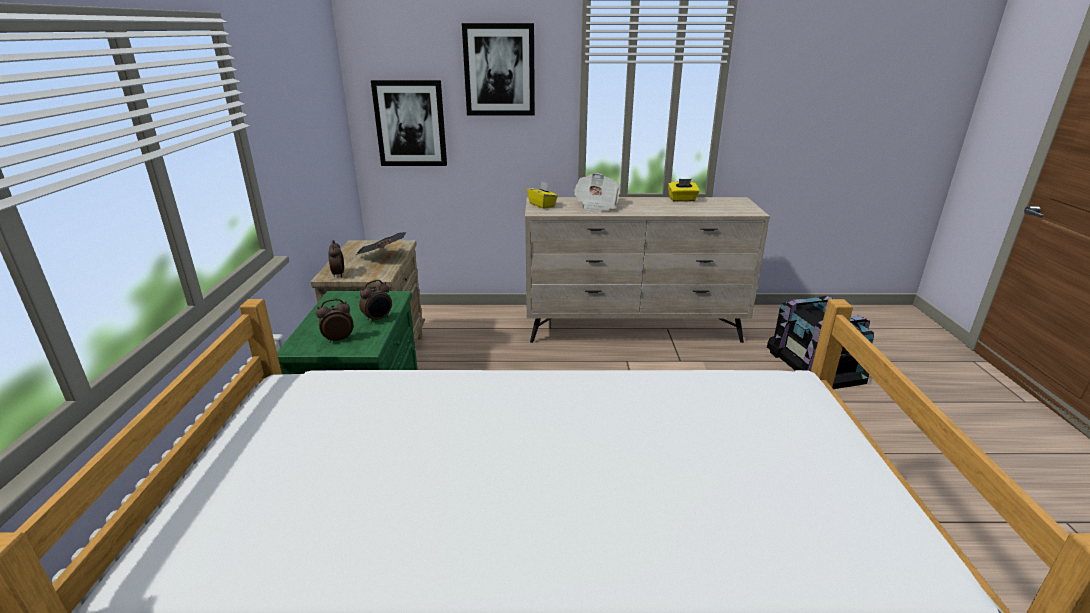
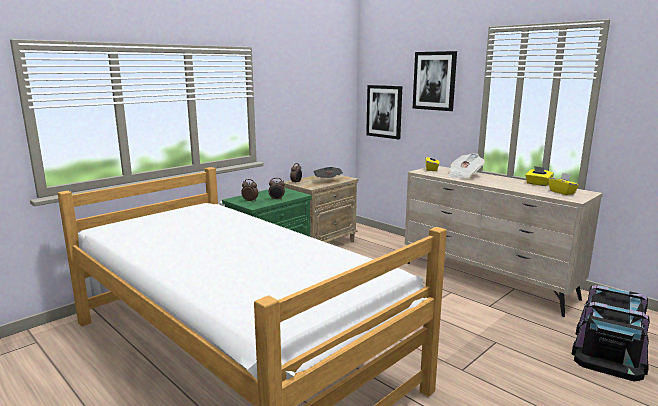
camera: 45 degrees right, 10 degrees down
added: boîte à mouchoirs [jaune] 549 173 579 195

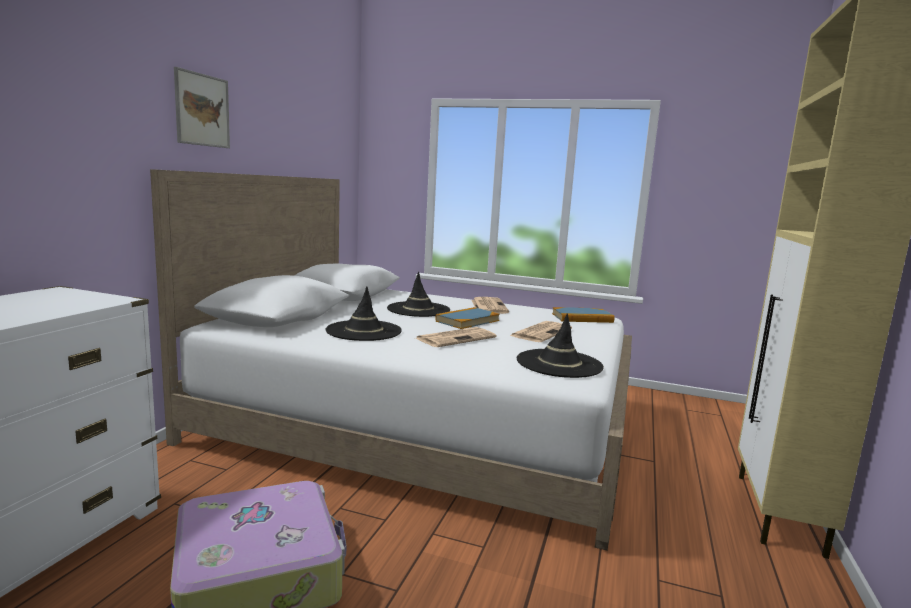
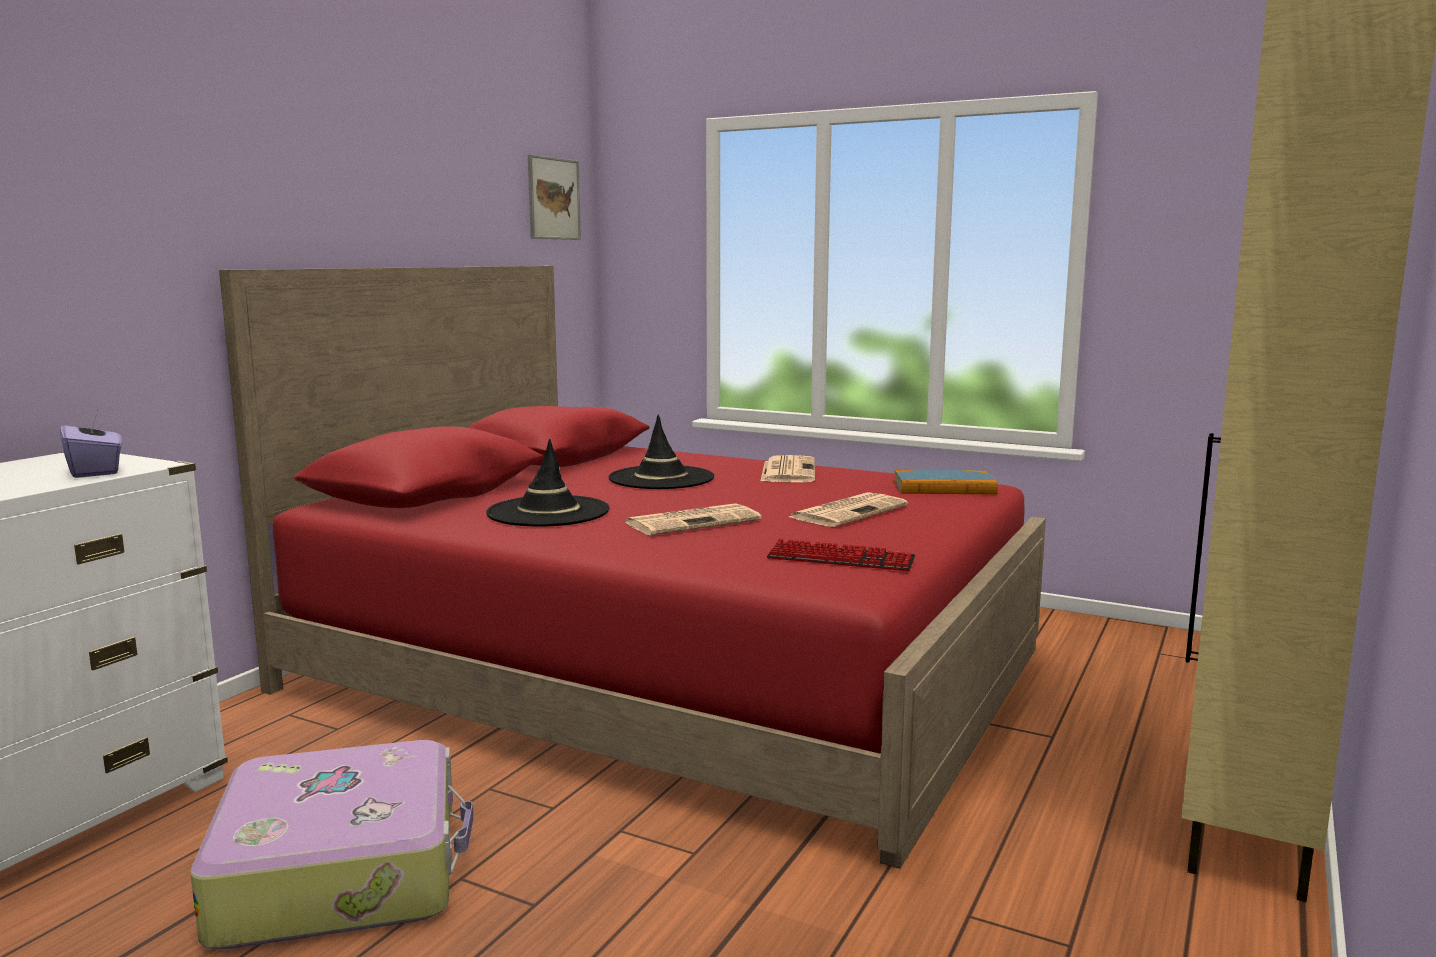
camera: 10 degrees right, 0 degrees up
removed: livre 435 307 500 329
added: boîte à mouchoirs [violet] 60 410 122 478
moved: tableau 174 67 230 148 to 528 154 581 240
replaced: chapeau [noir] 517 313 604 378 to clavier 767 539 915 571
recoloured: lit [blanc] 150 169 632 551 to lit [rouge] 219 266 1046 869

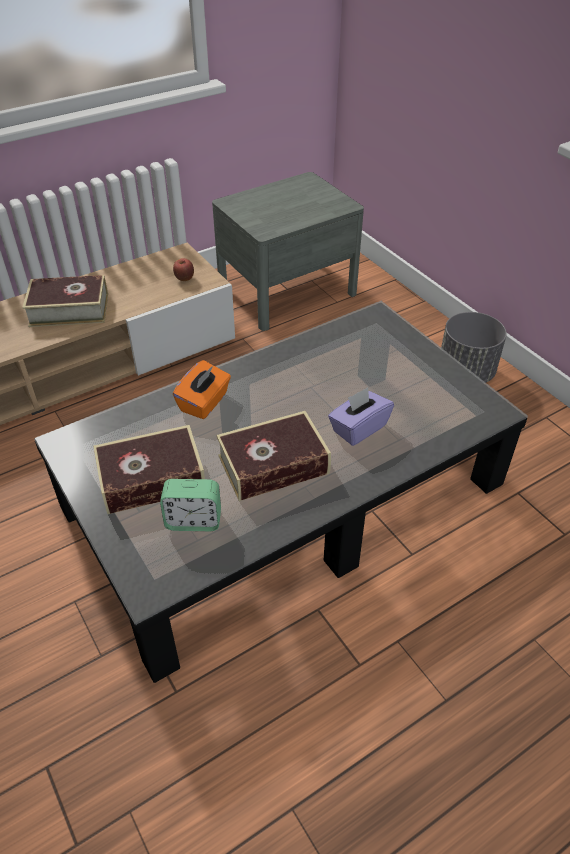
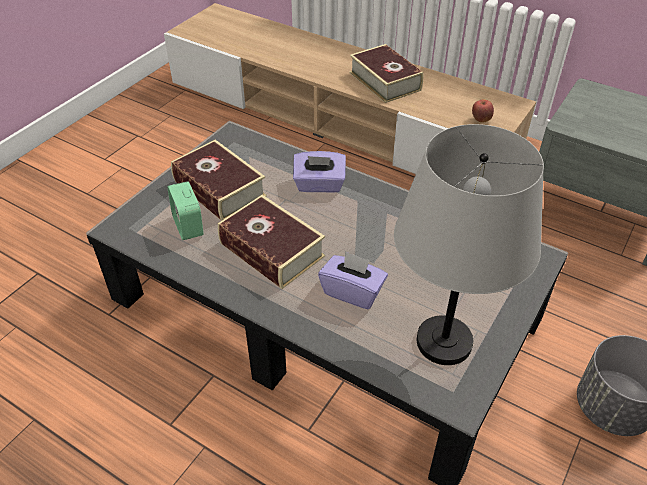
camera: 65 degrees right, 0 degrees up
added: lampe de table [gris] 394 124 544 365
recoloured: boîte à mouchoirs [orange] 173 360 231 419 to boîte à mouchoirs [violet] 293 151 346 193

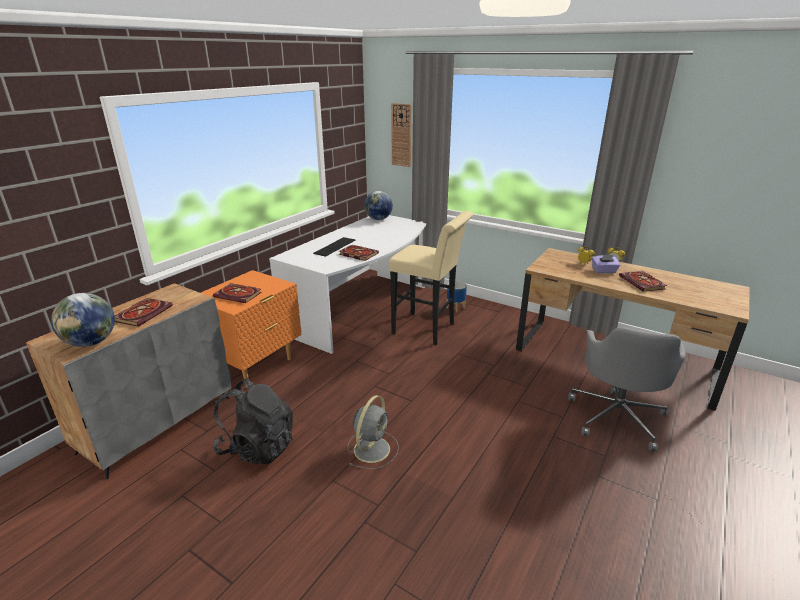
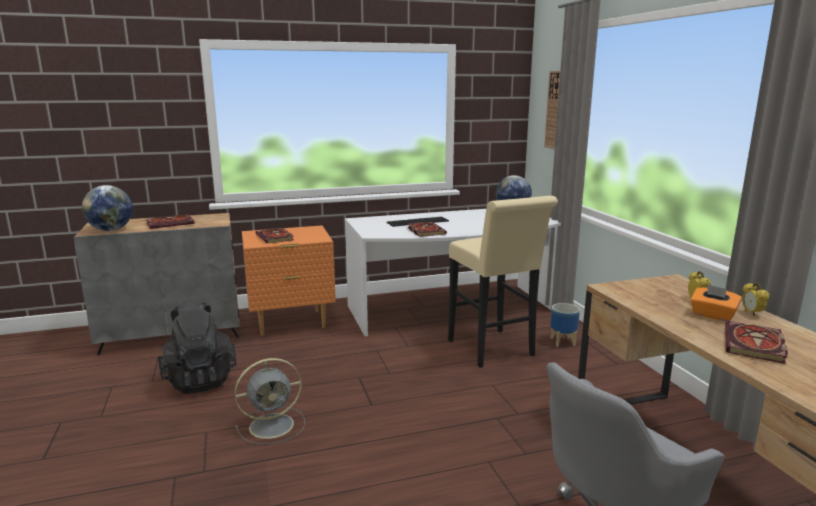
camera: 40 degrees right, 10 degrees down
recoloured: boîte à mouchoirs [violet] 592 255 620 273 to boîte à mouchoirs [orange] 690 284 742 322

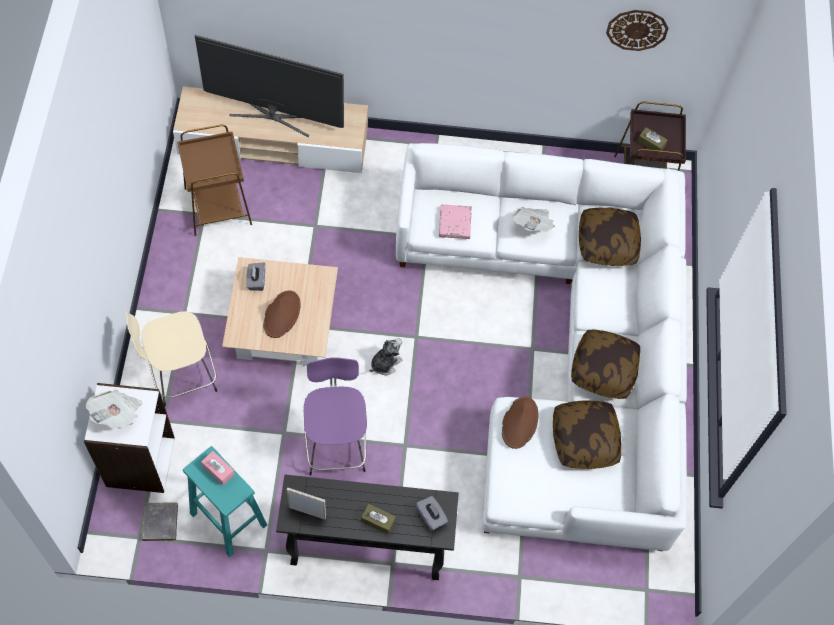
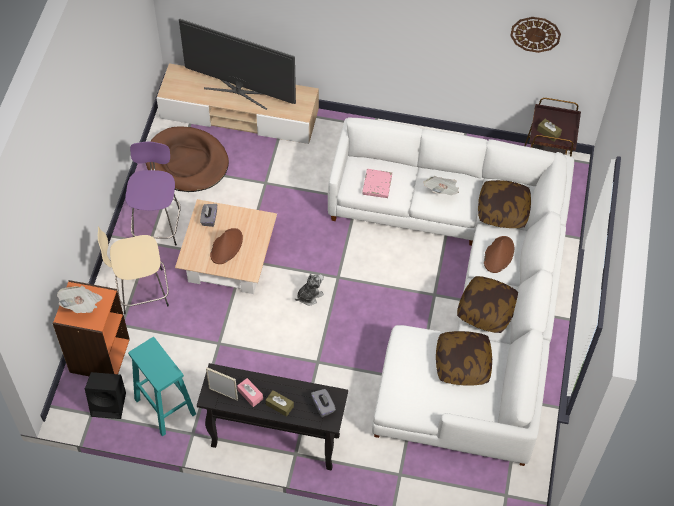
camera: 10 degrees right, 5 degrees down
moved: tabouret [violet] 304 357 367 475 to 125 142 181 246; boîte à mouchoirs [rose] 201 451 235 485 to 237 378 263 407; chapeau [marron] 502 396 538 449 to 484 236 514 273
replaced: livre [gris] 141 502 178 541 to enceinte [noir] 85 372 126 419; table d'appoint [marron] 177 125 252 236 to panier pour chien [marron] 146 126 229 192
recoloured: bibliothèque [blanc] 84 383 175 493 to bibliothèque [orange] 53 280 130 376

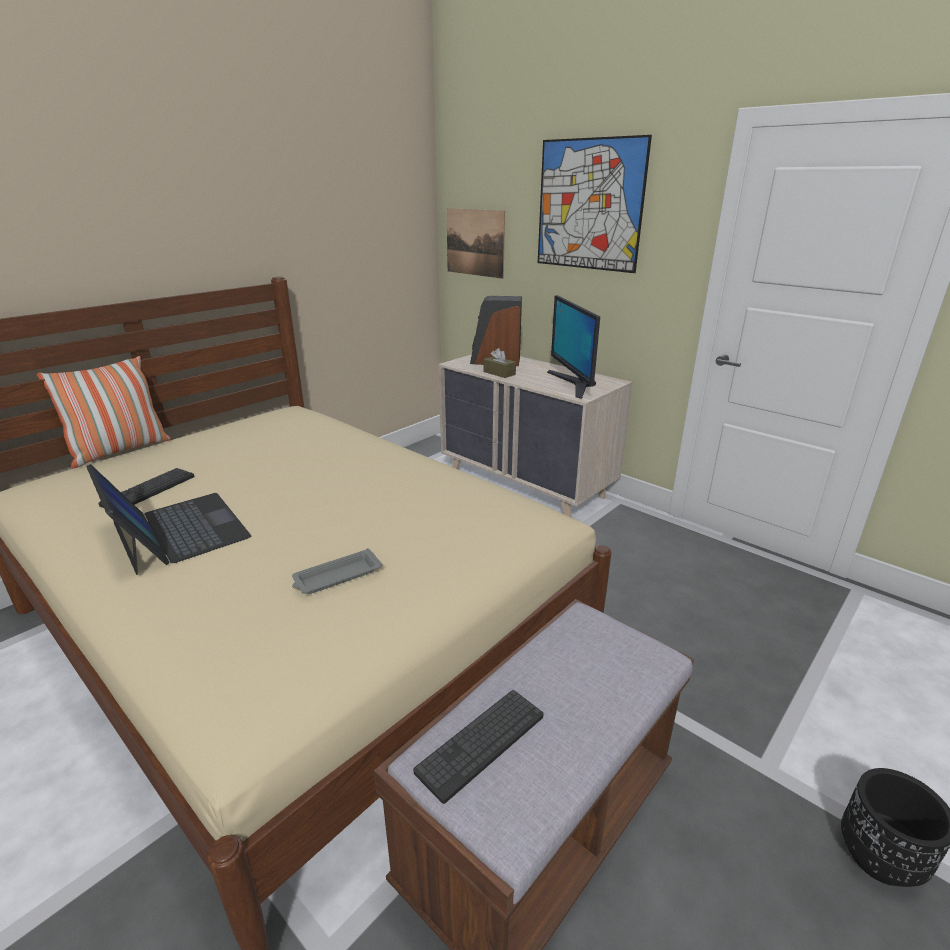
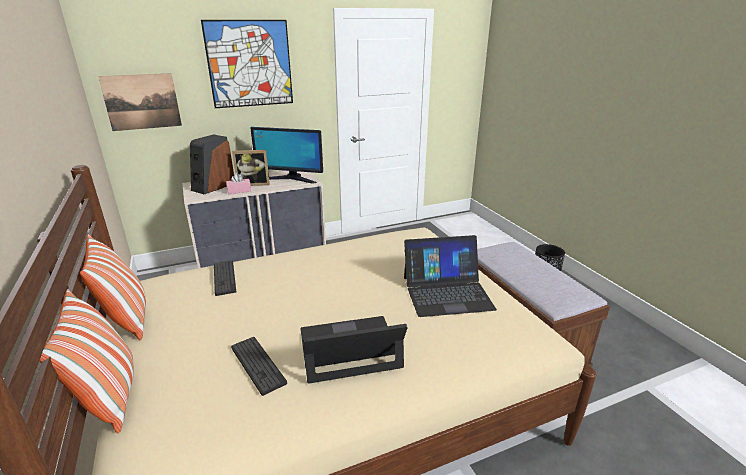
camera: 65 degrees left, 0 degrees up
added: coussin 80 234 146 340; cadre photo 232 150 270 186
moved: clavier 413 690 544 804 to 214 260 236 296
replaced: plateau [gris] 292 548 382 594 to ordinateur portable 404 235 497 317
recoloured: boîte à mouchoirs [marron] 483 348 516 378 to boîte à mouchoirs [rose] 226 173 251 194

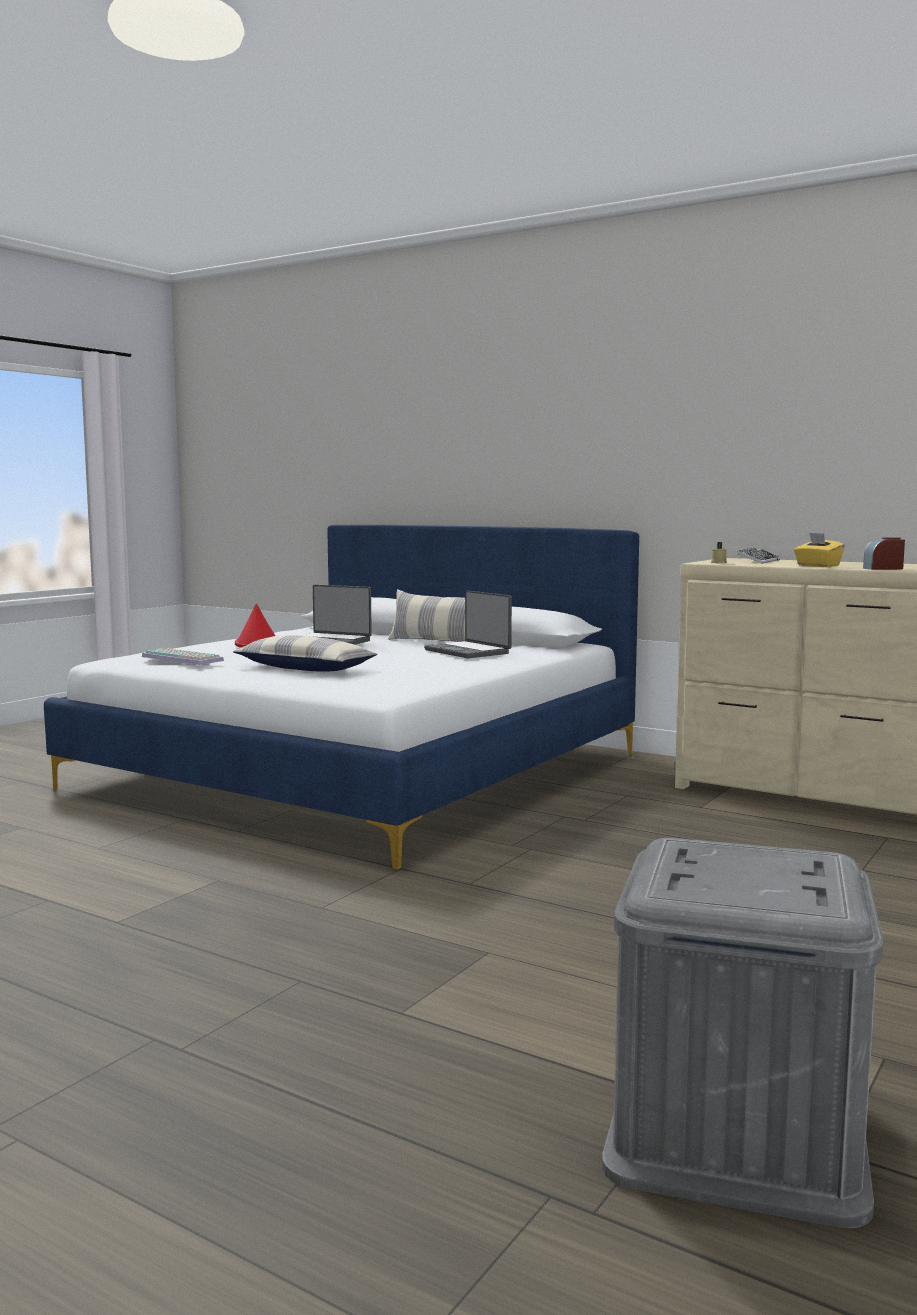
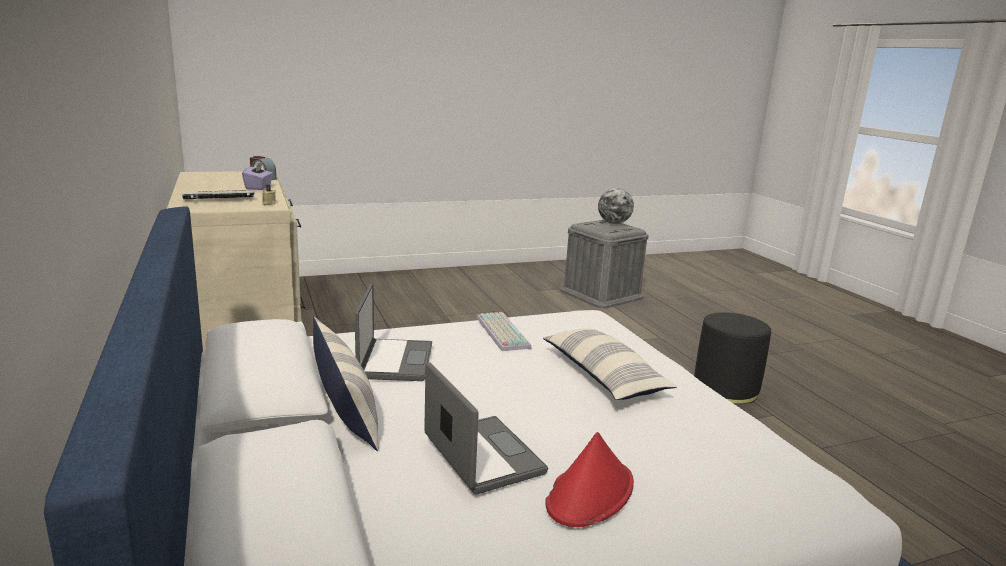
camera: 145 degrees left, 10 degrees up
added: globe 598 188 634 224; pouf [noir] 694 312 771 405
moved: clavier 142 648 224 665 to 477 312 532 351
recoloured: boîte à mouchoirs [jaune] 794 533 845 567 to boîte à mouchoirs [violet] 242 161 273 190

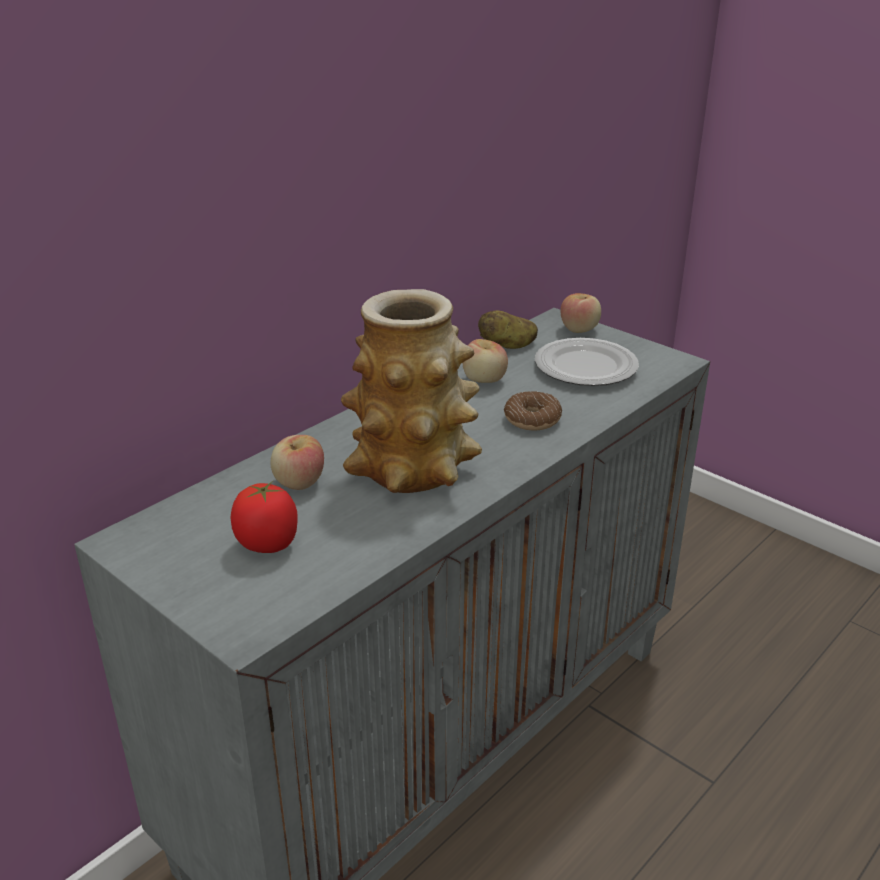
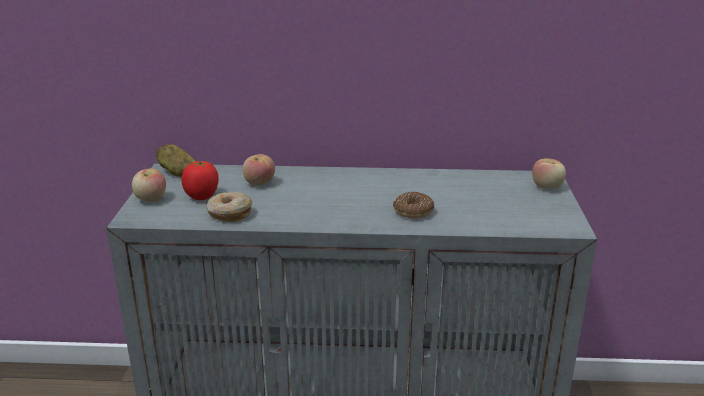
camera: 50 degrees right, 5 degrees down
removed: vase 341 289 482 493; assiette 535 338 639 386
added: beignet 206 192 253 222
moved: pomme 463 339 508 383 to 132 168 166 202; pomme de terre 478 311 538 349 to 156 144 196 177

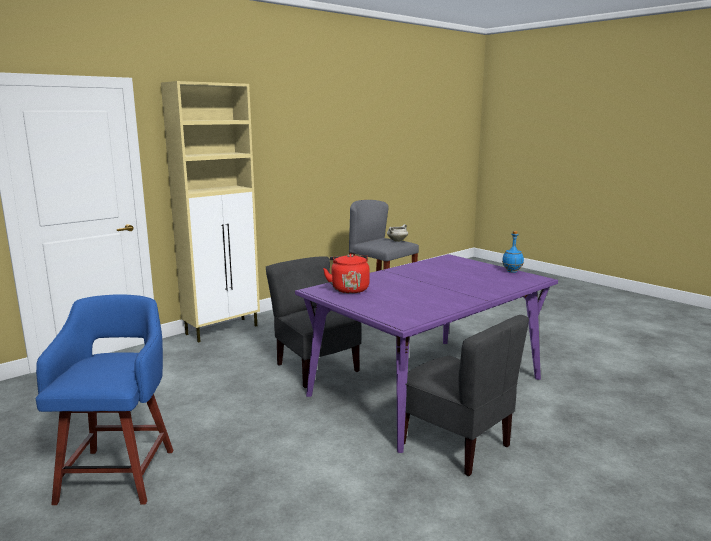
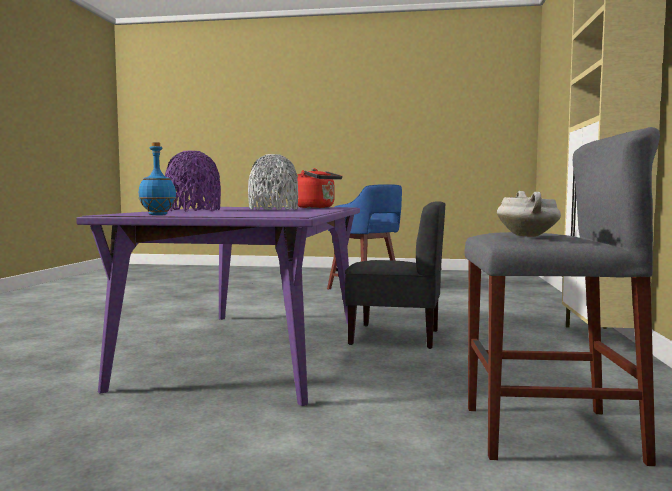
camera: 140 degrees right, 10 degrees down
removed: chaise [gris] 404 315 529 476
added: vase [violet] 165 151 221 212; vase [gris] 248 154 298 210

